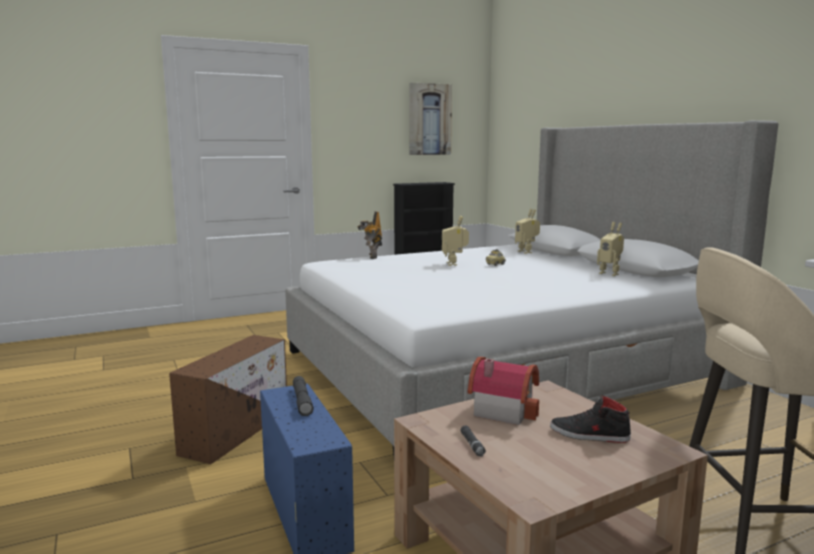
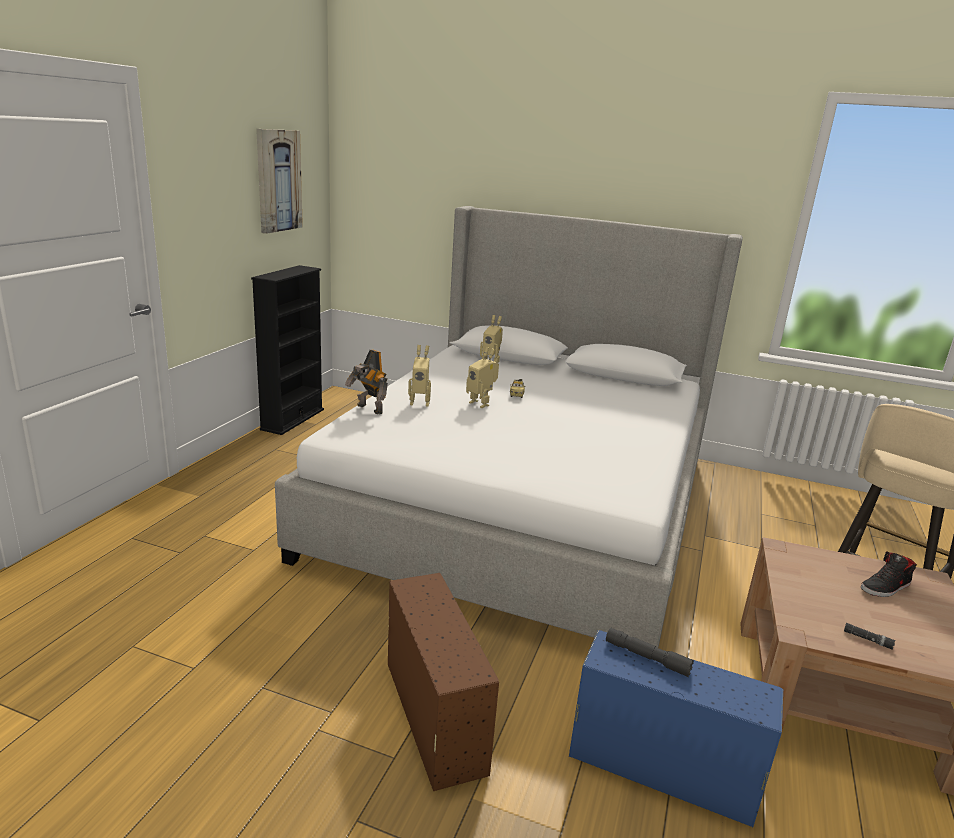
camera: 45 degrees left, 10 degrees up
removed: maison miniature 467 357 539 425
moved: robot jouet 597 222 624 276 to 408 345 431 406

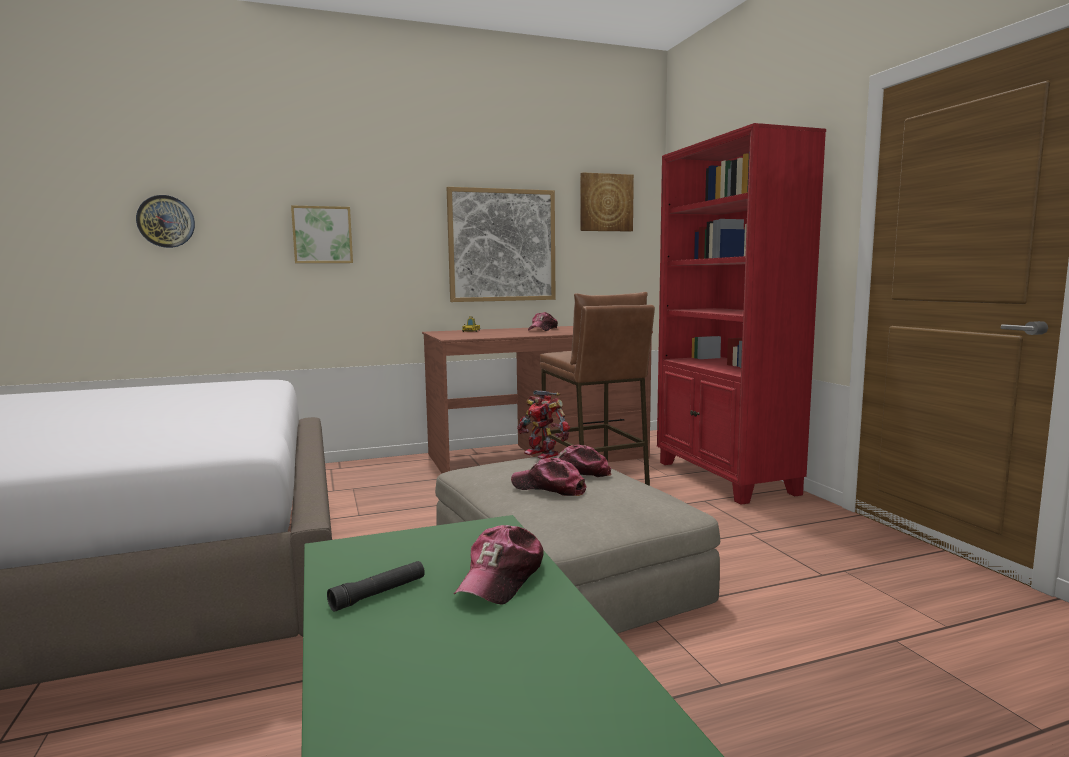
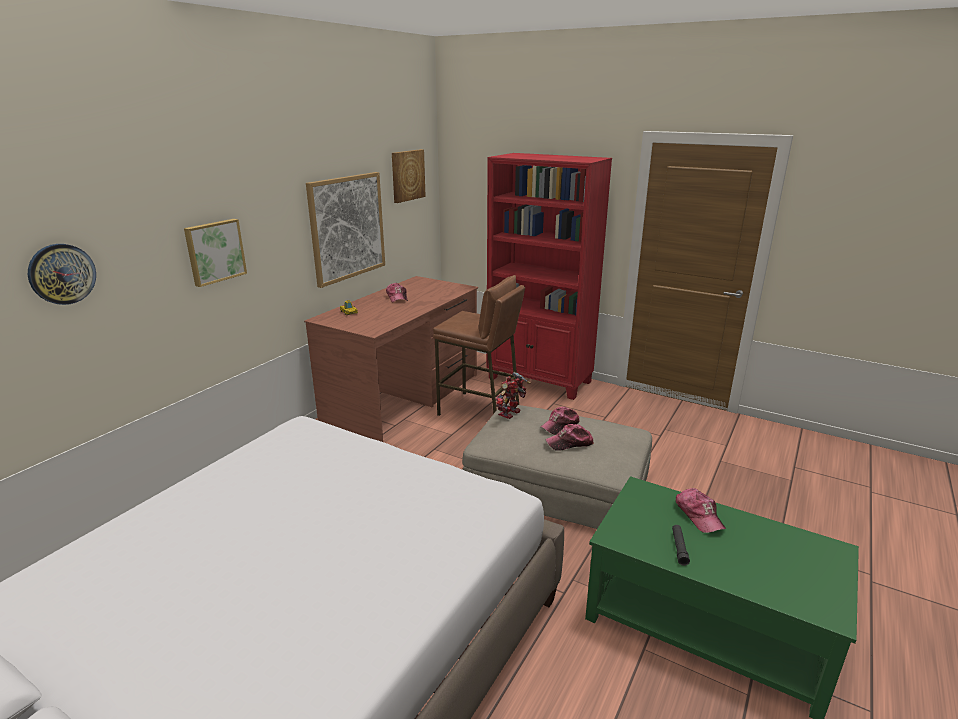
camera: 40 degrees left, 15 degrees up
turned: robot jouet 517 390 570 459 = 496 372 531 419 120 degrees clockwise

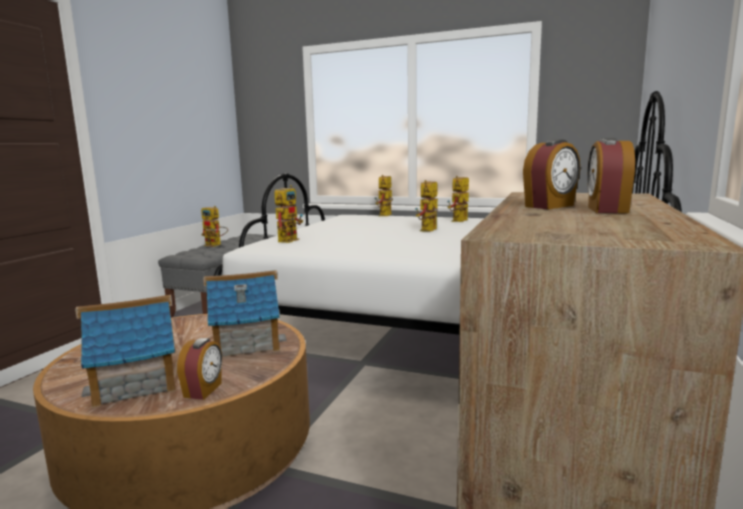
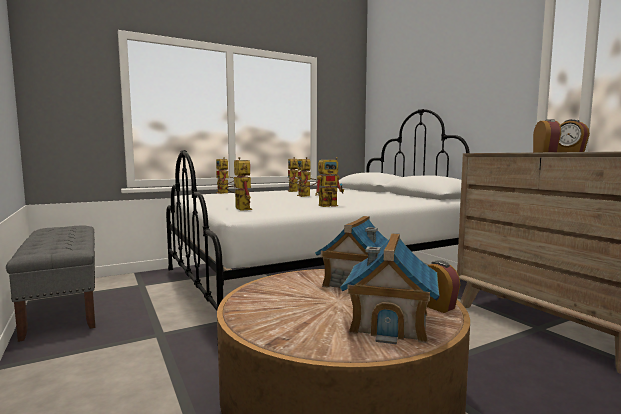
camera: 50 degrees left, 5 degrees down
moved: robot jouet 201 206 228 247 to 315 157 344 207

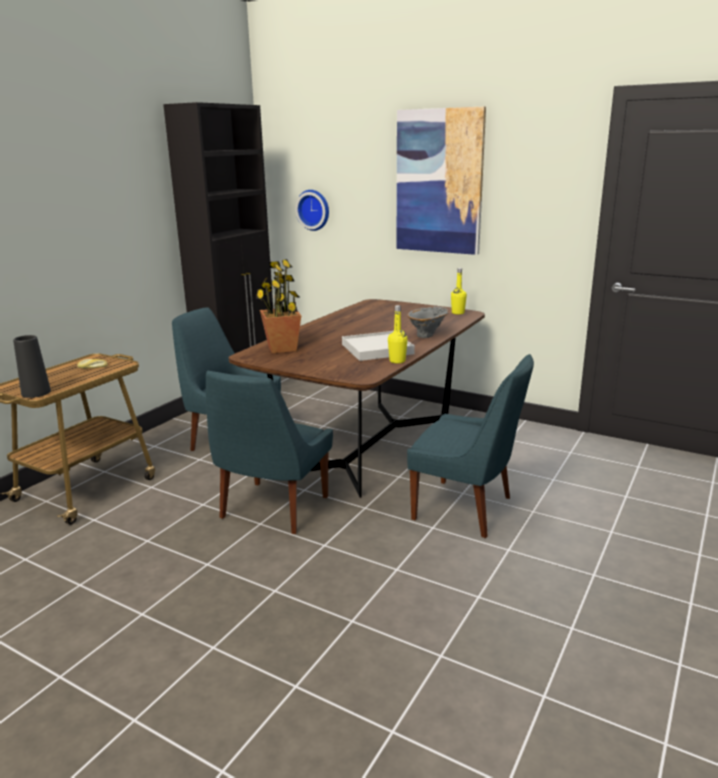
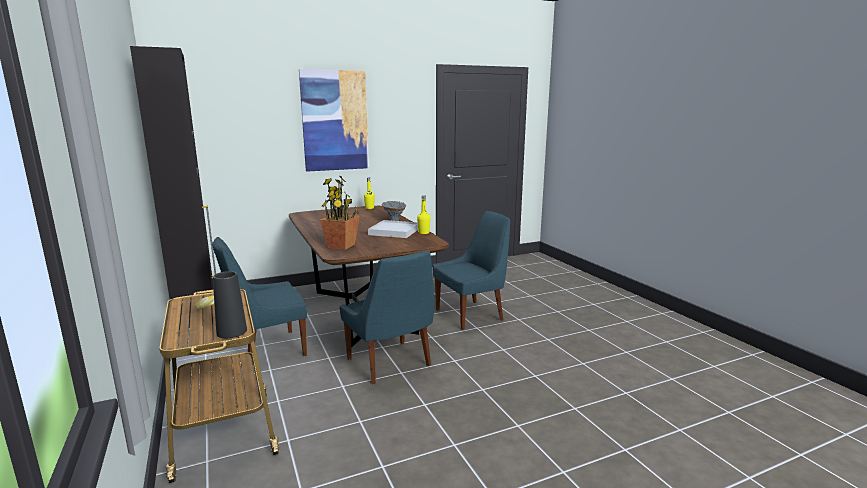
camera: 55 degrees left, 5 degrees down
removed: horloge murale 295 190 329 231

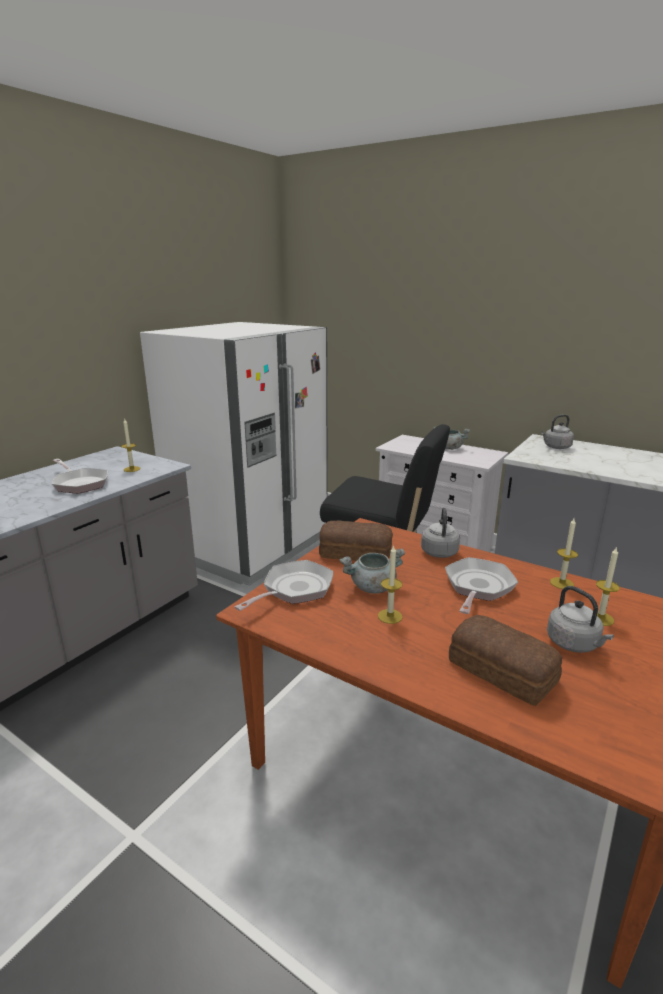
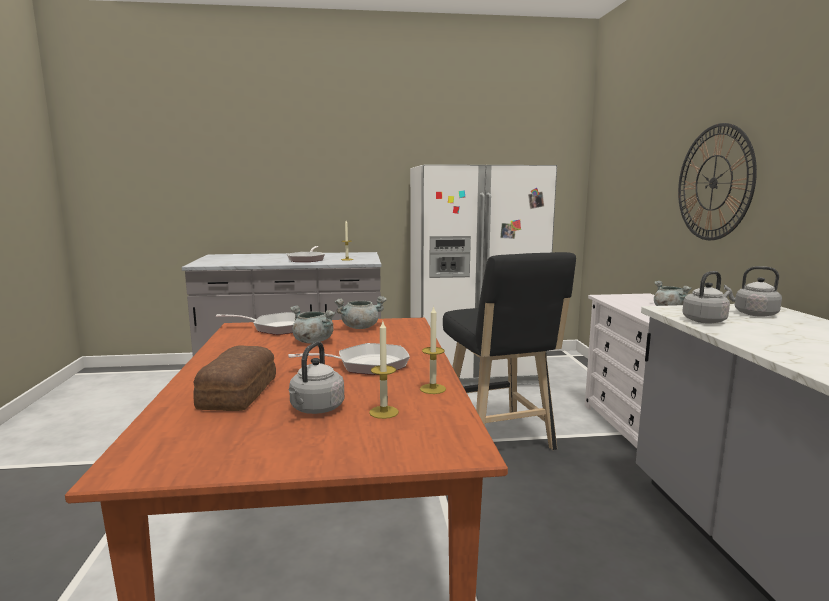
camera: 50 degrees right, 10 degrees down
removed: bougie 378 545 403 624
added: horloge murale 678 123 757 240
moved: bouilloire [gris] 421 508 460 558 to 682 271 730 324
replaced: pain 319 520 393 561 to marmite [gris] 334 296 387 329

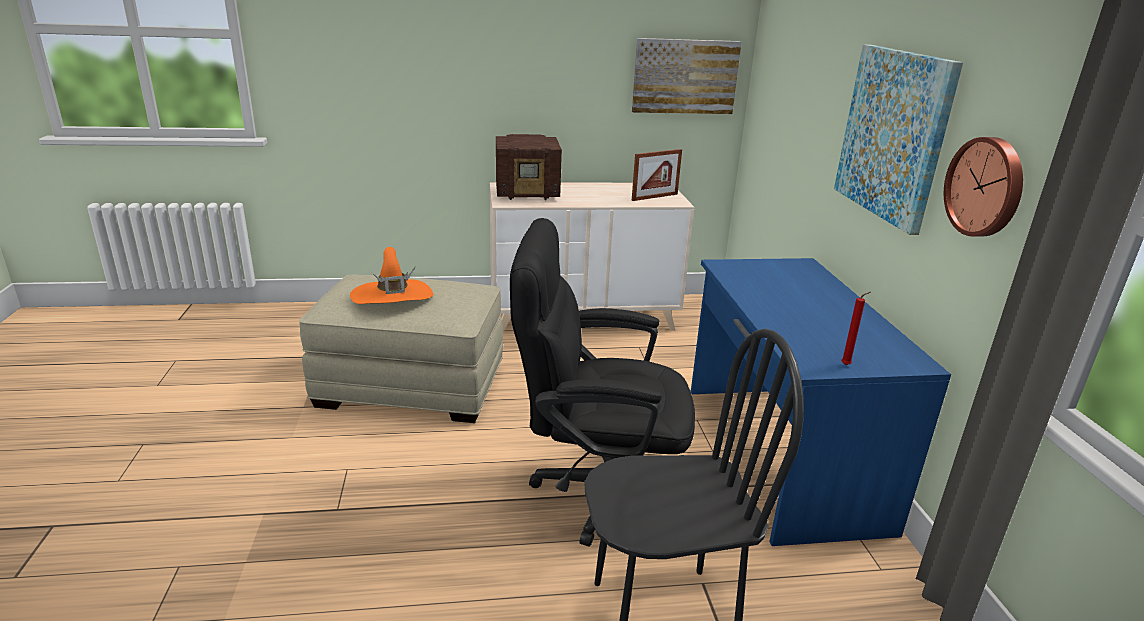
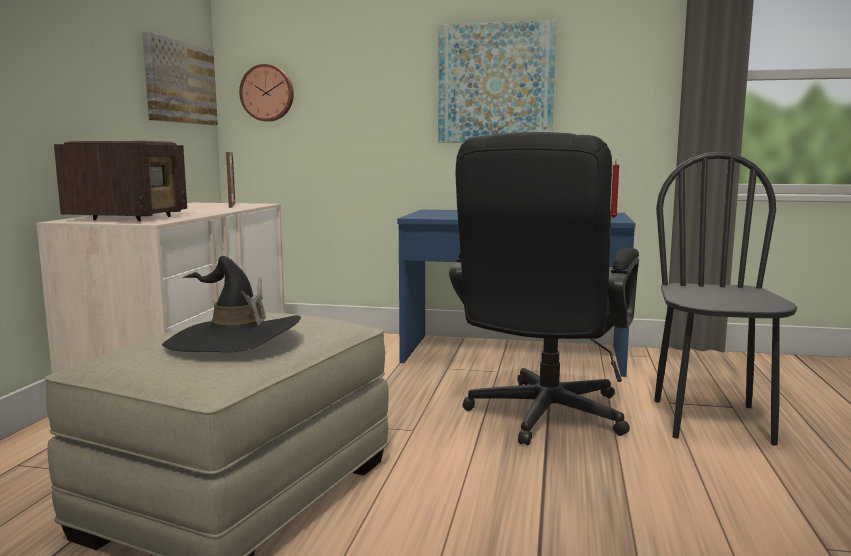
camera: 70 degrees left, 15 degrees down
moved: horloge murale 944 137 1023 237 to 239 64 294 122
recoloured: chapeau [orange] 350 247 433 304 to chapeau [noir] 162 256 301 352

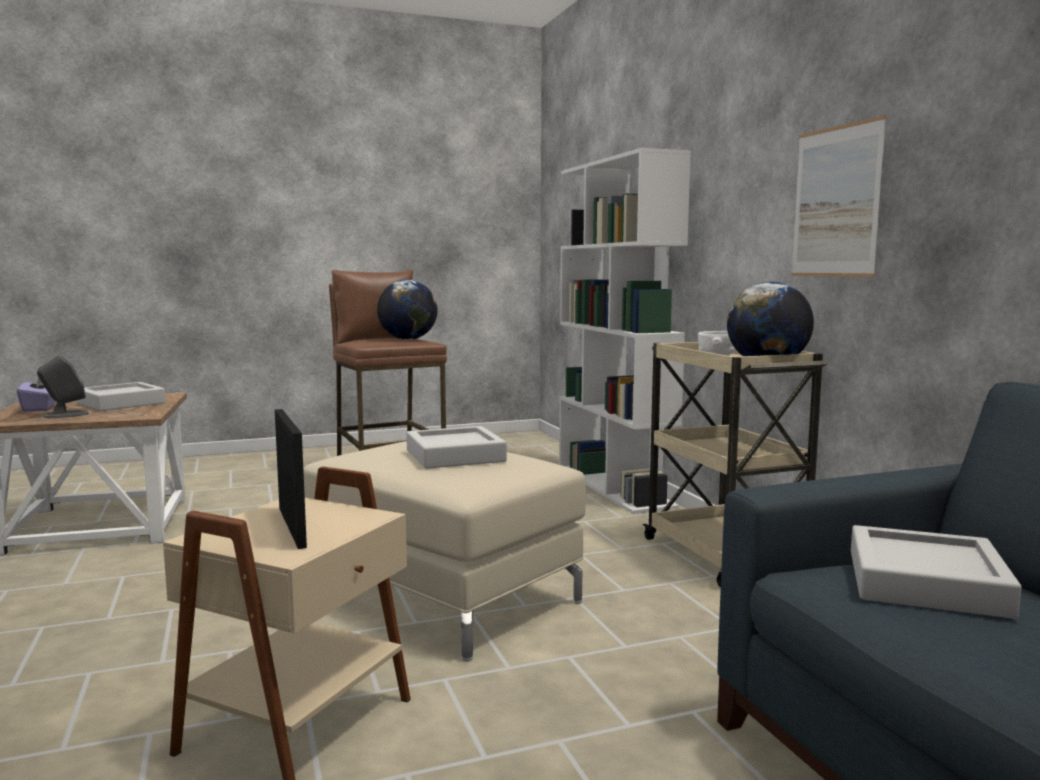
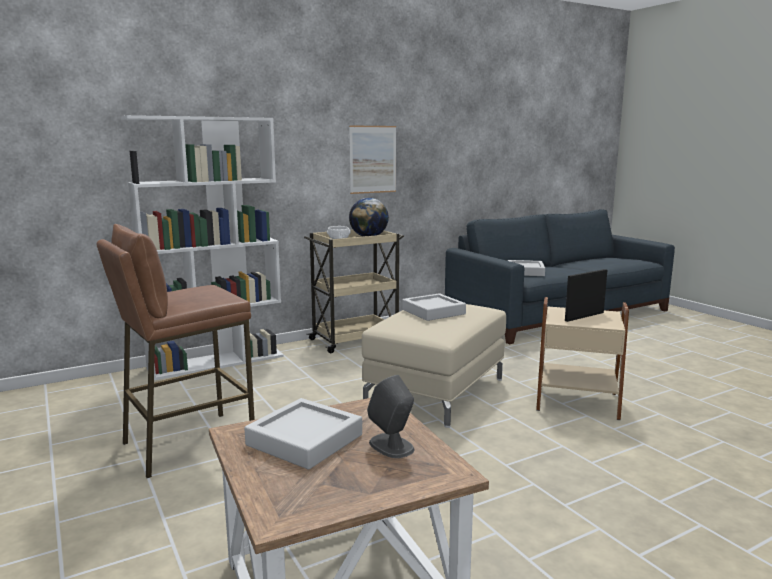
camera: 100 degrees left, 5 degrees up
removed: boîte à mouchoirs [violet] 17 377 56 412; globe 377 280 438 340

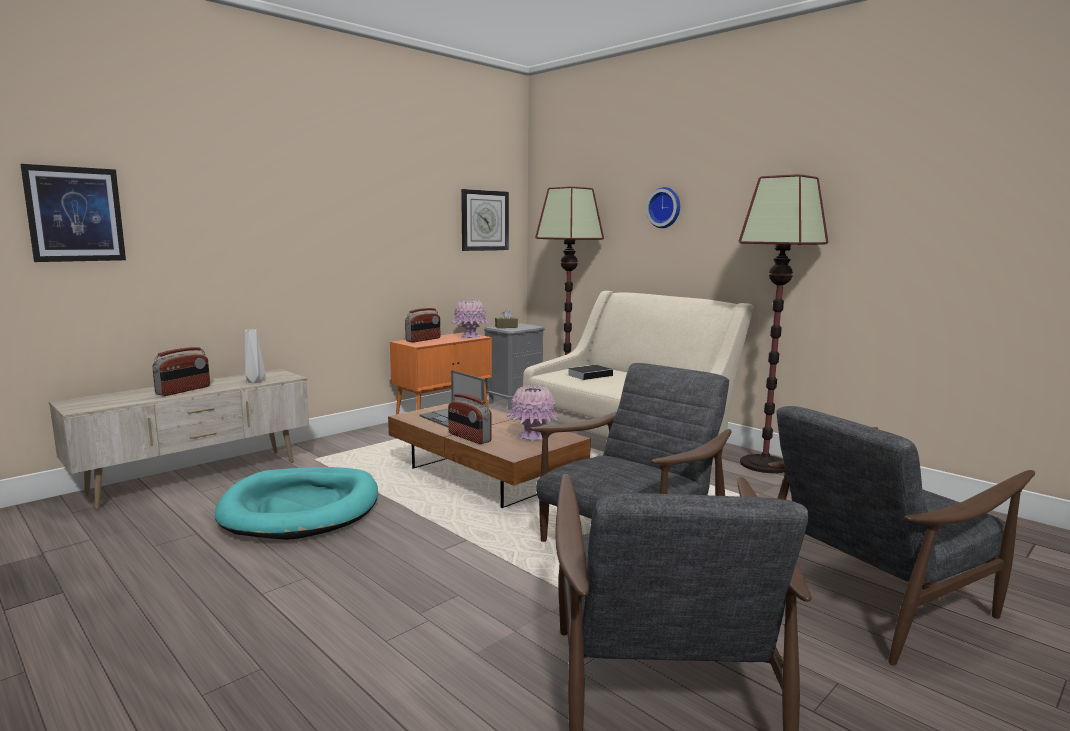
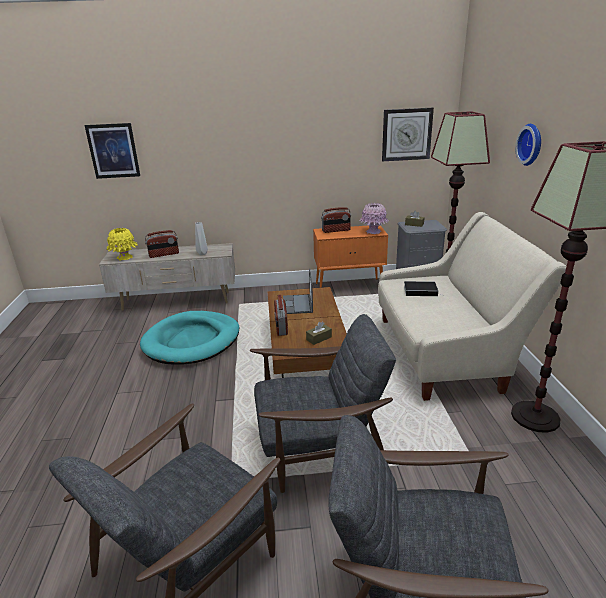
camera: 40 degrees right, 15 degrees up
added: vase [jaune] 106 228 138 261
replaced: vase [rose] 507 384 560 441 to boîte à mouchoirs [marron] 306 322 332 345

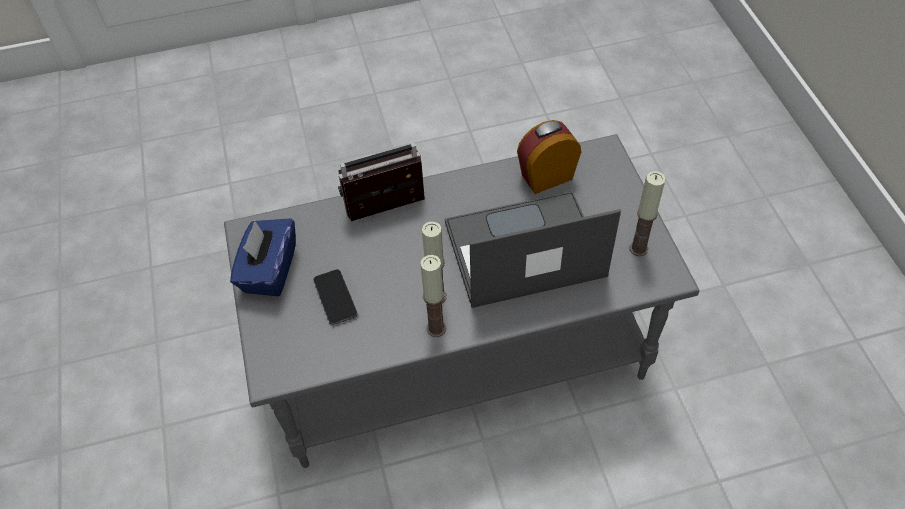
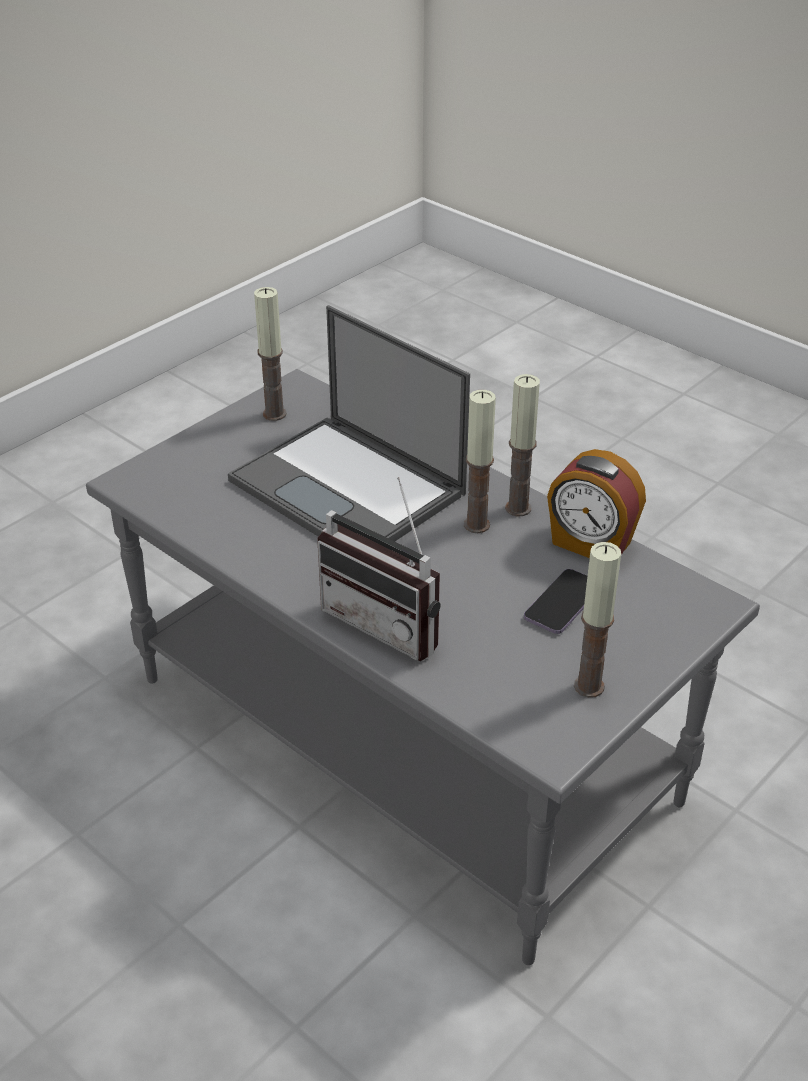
camera: 125 degrees left, 15 degrees down
moved: réveil 517 120 581 194 to 547 449 646 558
replaced: boîte à mouchoirs [bleu] 230 218 296 296 to bougie 574 542 621 698

